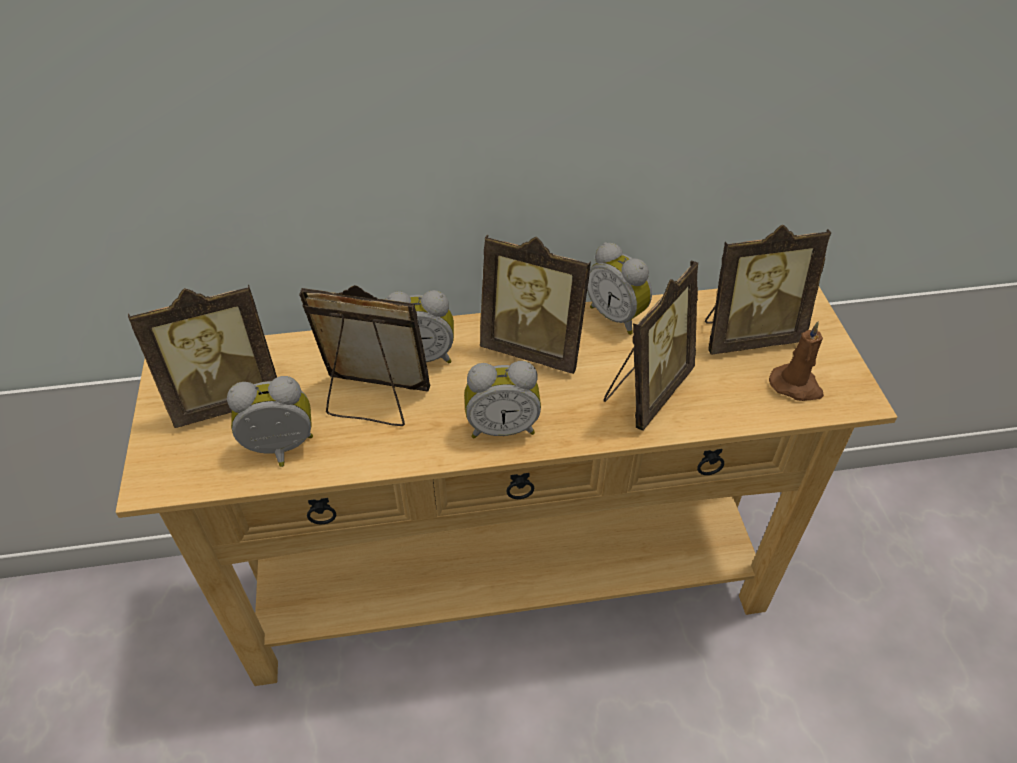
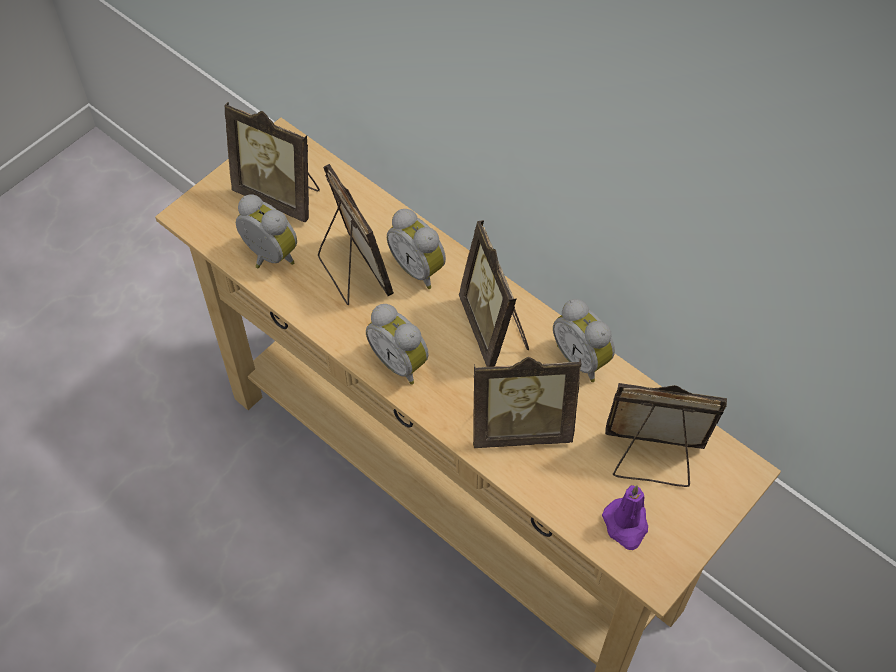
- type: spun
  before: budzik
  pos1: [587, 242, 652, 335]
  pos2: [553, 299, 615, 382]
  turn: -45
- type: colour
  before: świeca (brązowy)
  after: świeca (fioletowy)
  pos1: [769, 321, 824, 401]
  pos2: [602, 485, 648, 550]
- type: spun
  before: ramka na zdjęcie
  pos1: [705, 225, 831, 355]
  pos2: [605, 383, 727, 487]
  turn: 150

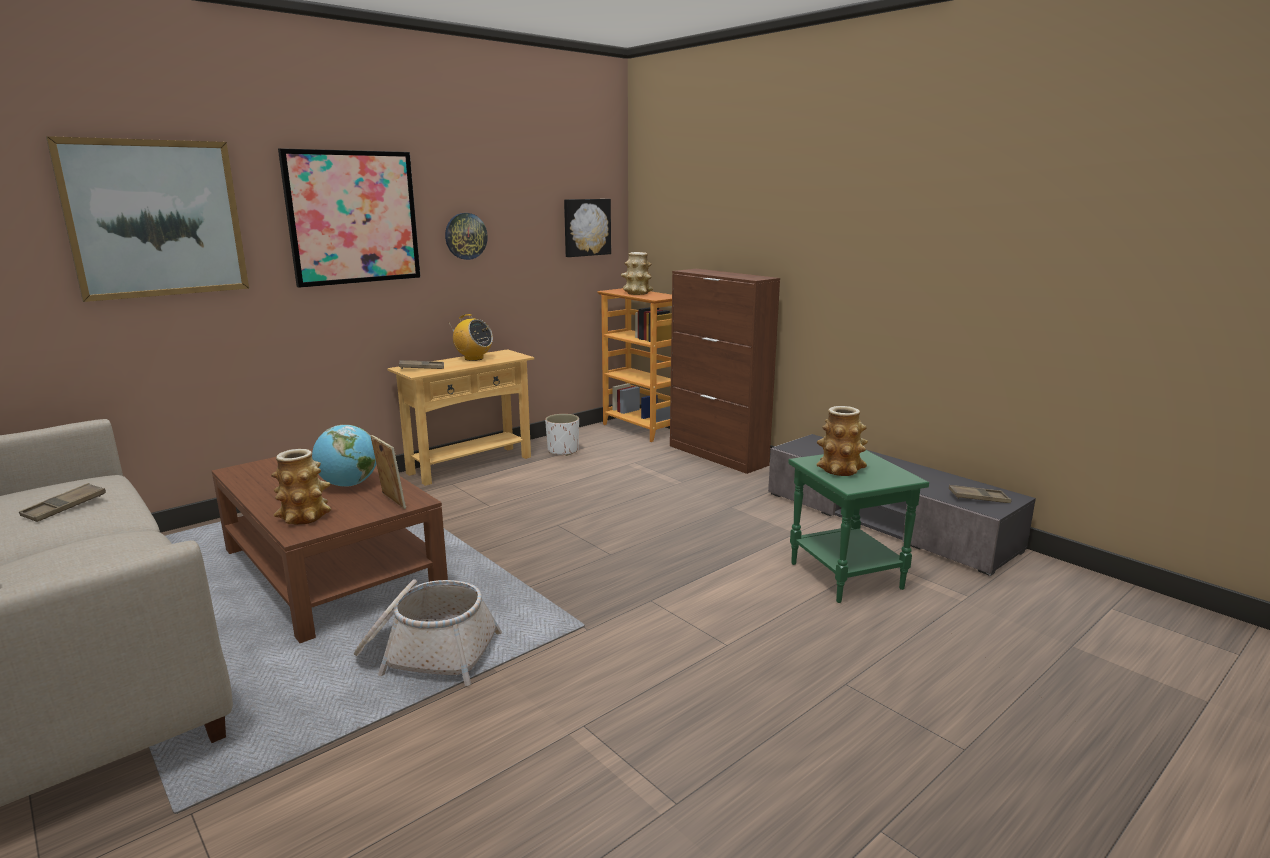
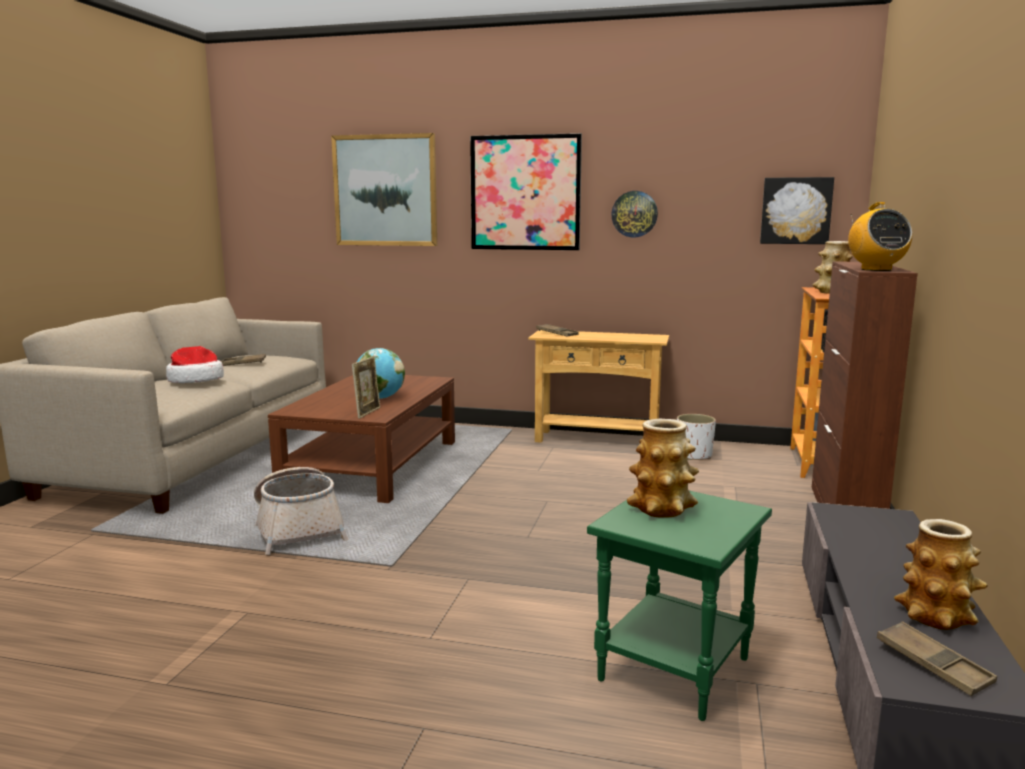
- type: appeared
  after: kapelusz
  pos2: [166, 346, 224, 383]
- type: relocated
  before: radio
  pos1: [449, 314, 493, 361]
  pos2: [848, 202, 912, 271]
- type: relocated
  before: wazon
  pos1: [271, 449, 331, 525]
  pos2: [894, 519, 988, 630]

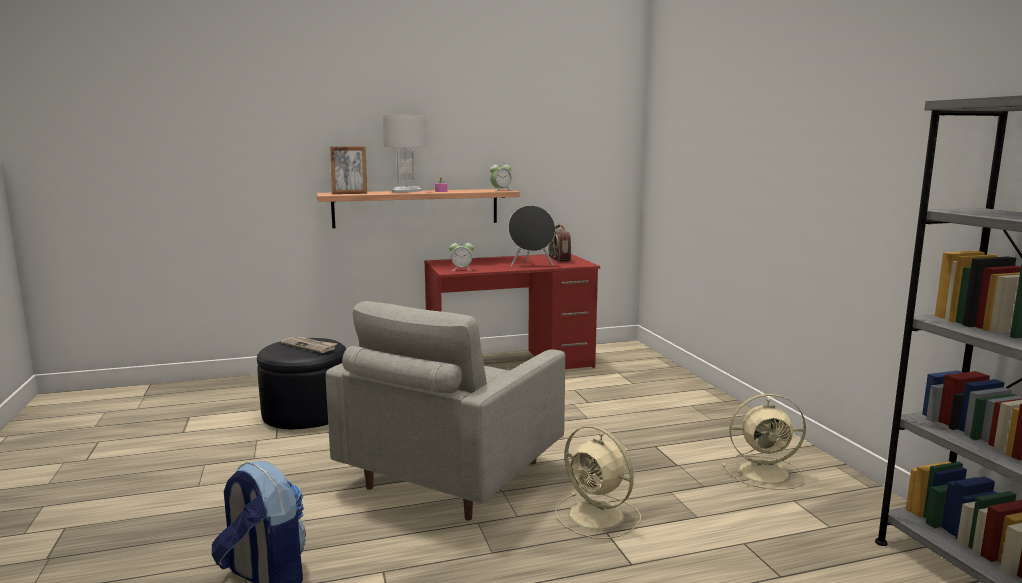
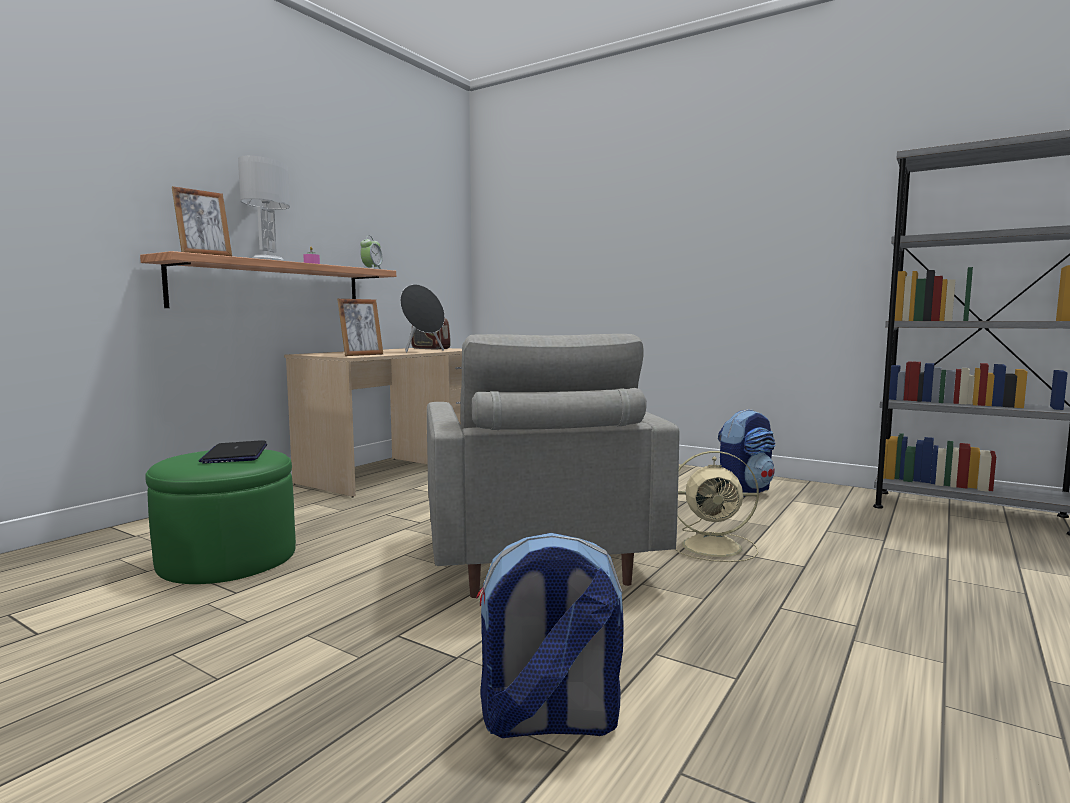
- type: colour
  before: pufa (czarny)
  after: pufa (zielony)
  pos1: [257, 338, 346, 429]
  pos2: [145, 449, 296, 584]
- type: exchanged
  before: gazeta
  after: laptop
  pos1: [281, 337, 337, 353]
  pos2: [199, 440, 267, 464]
- type: colour
  before: biurko (czerwony)
  after: biurko (beżowy)
  pos1: [424, 254, 600, 369]
  pos2: [284, 348, 462, 497]
- type: exchanged
  before: budzik
  after: ramka na zdjęcie
  pos1: [449, 239, 474, 271]
  pos2: [337, 299, 383, 356]
- type: exchanged
  before: wentylator (beżowy)
  after: plecak
  pos1: [722, 394, 806, 490]
  pos2: [718, 409, 776, 497]

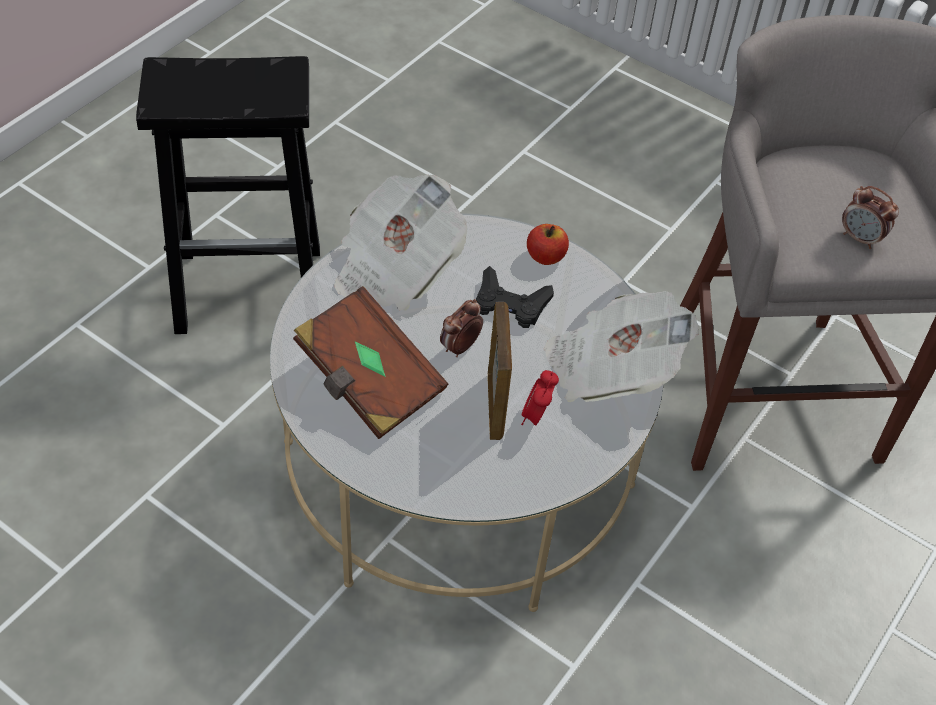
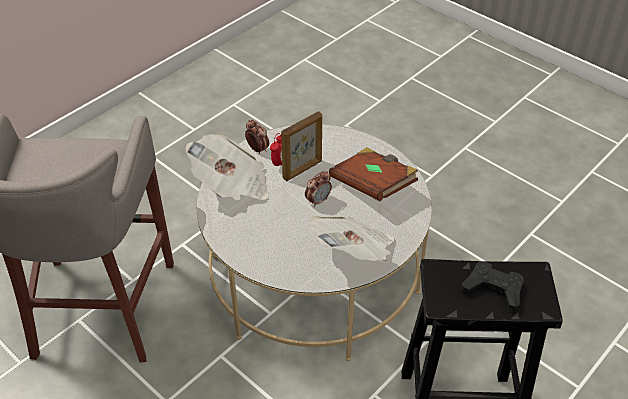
- type: relocated
  before: budzik
  pos1: [842, 186, 899, 249]
  pos2: [245, 120, 269, 153]
- type: spun
  before: ramka na zdjęcie
  pos1: [487, 302, 512, 440]
  pos2: [281, 111, 322, 181]
  turn: -135
- type: relocated
  before: pad do gier (czarny)
  pos1: [476, 266, 554, 328]
  pos2: [461, 261, 524, 311]
- type: missing
  before: jabłko
  pos1: [527, 224, 569, 265]

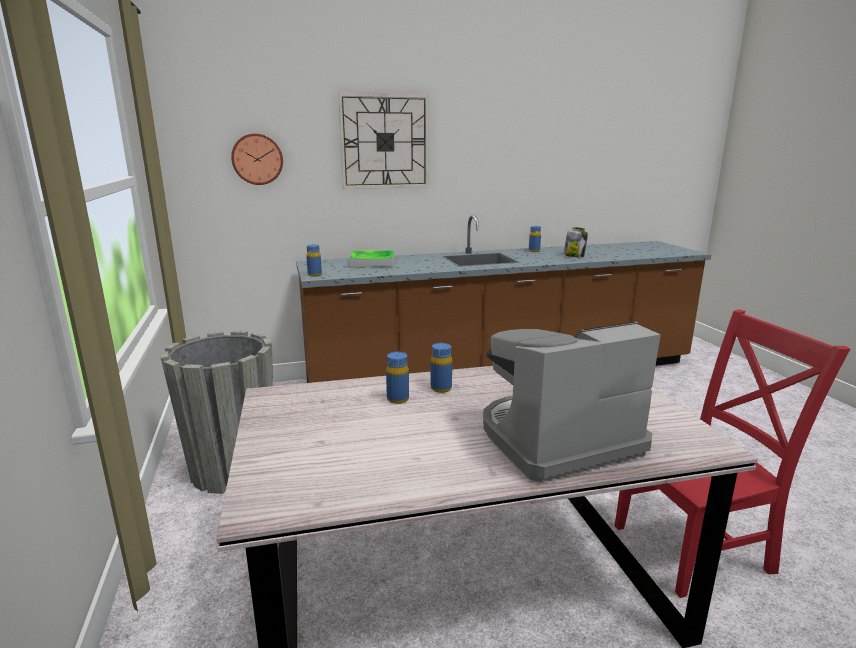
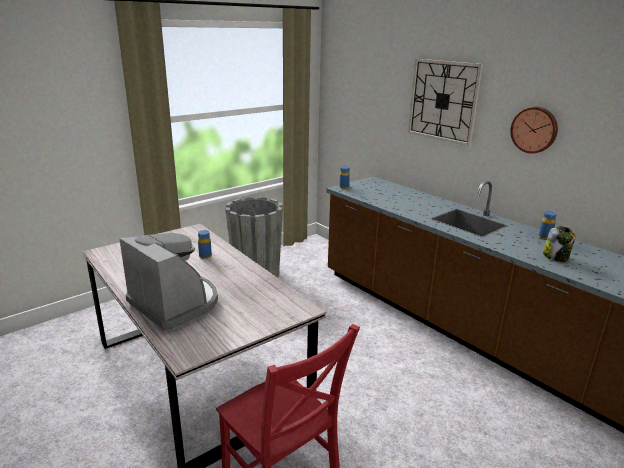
- type: relocated
  before: zegar ścienny
  pos1: [231, 133, 283, 185]
  pos2: [510, 107, 558, 153]
- type: missing
  before: taca
  pos1: [349, 250, 394, 267]
- type: missing
  before: butelka (niebieski)
  pos1: [431, 343, 452, 393]

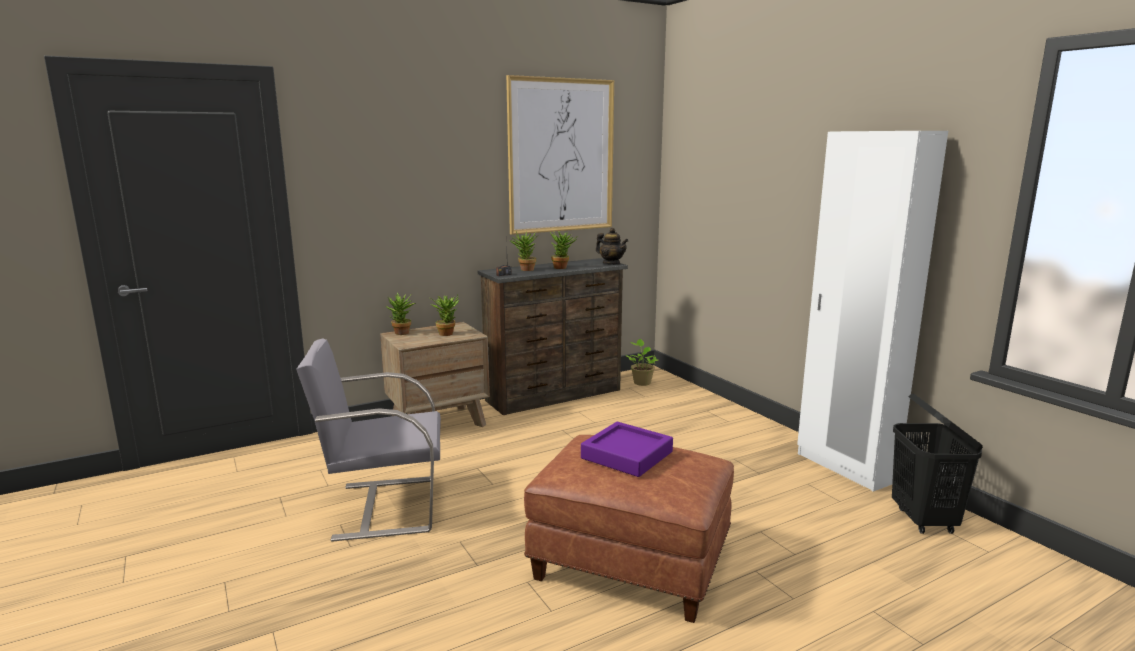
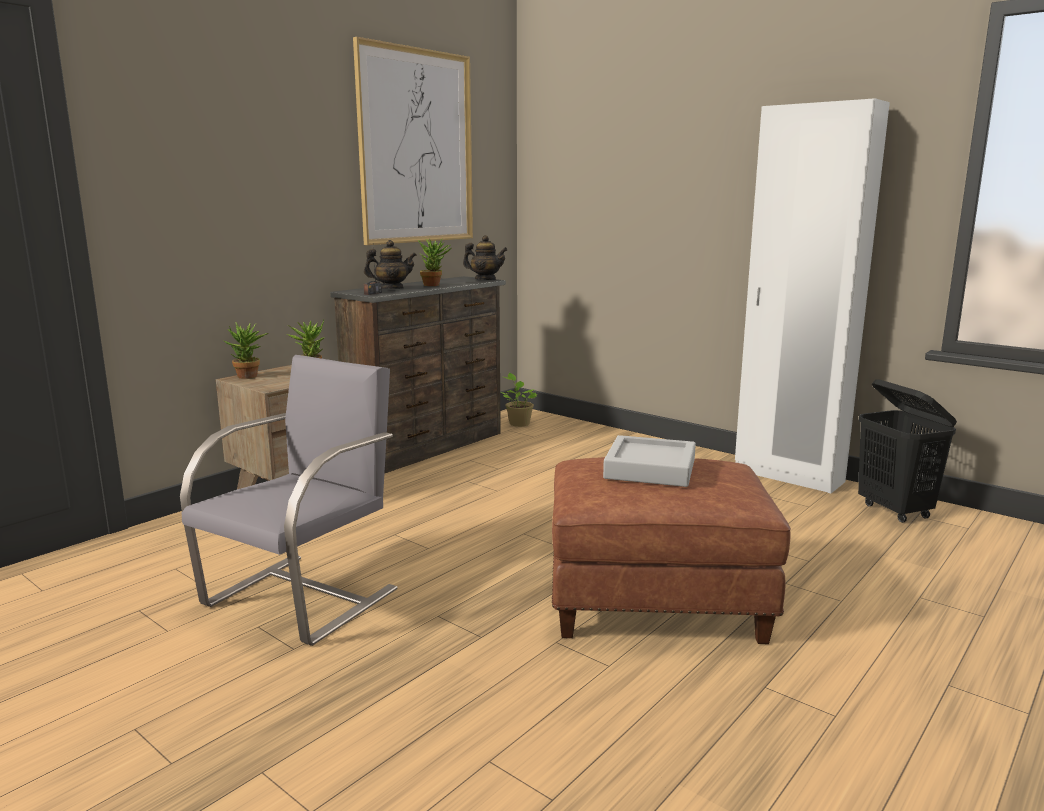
- type: spun
  before: krzesło (szary)
  pos1: [296, 338, 441, 542]
  pos2: [180, 355, 398, 646]
  turn: 150
- type: exchanged
  before: roślina doniczkowa
  after: imbryk
  pos1: [510, 232, 539, 271]
  pos2: [364, 240, 417, 289]
- type: colour
  before: taca (fioletowy)
  after: taca (szary)
  pos1: [581, 422, 673, 477]
  pos2: [603, 435, 696, 487]

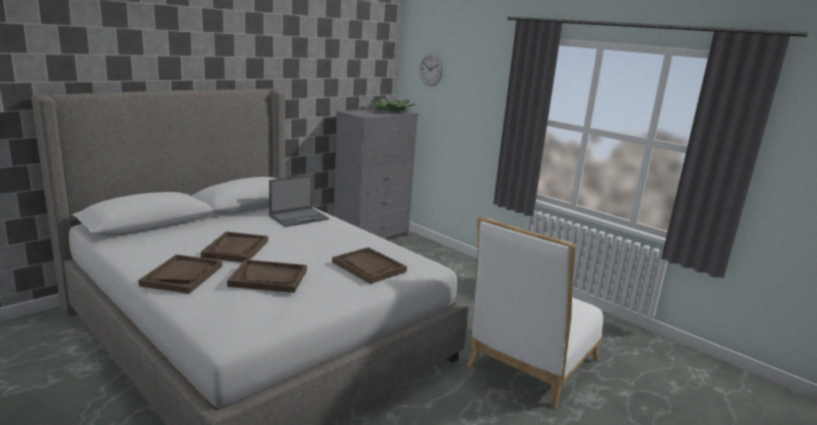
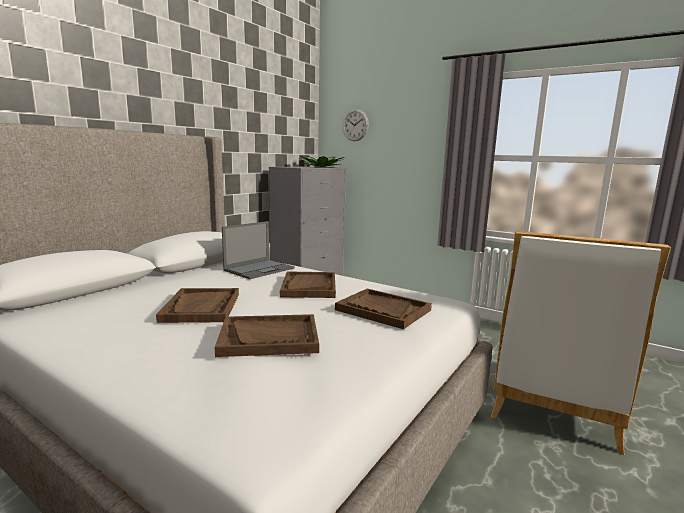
- type: relocated
  before: taca (brązowy)
  pos1: [138, 254, 222, 294]
  pos2: [280, 271, 336, 298]

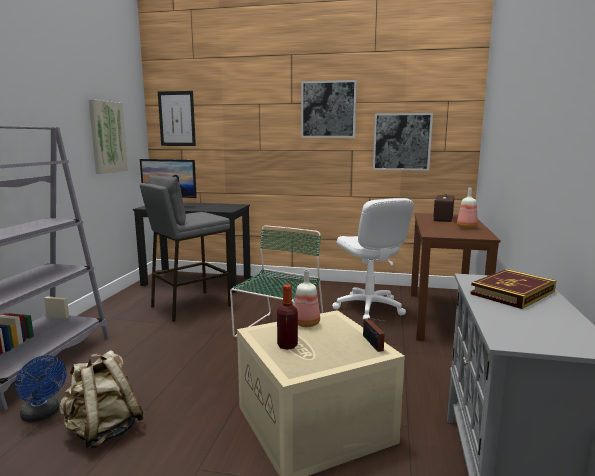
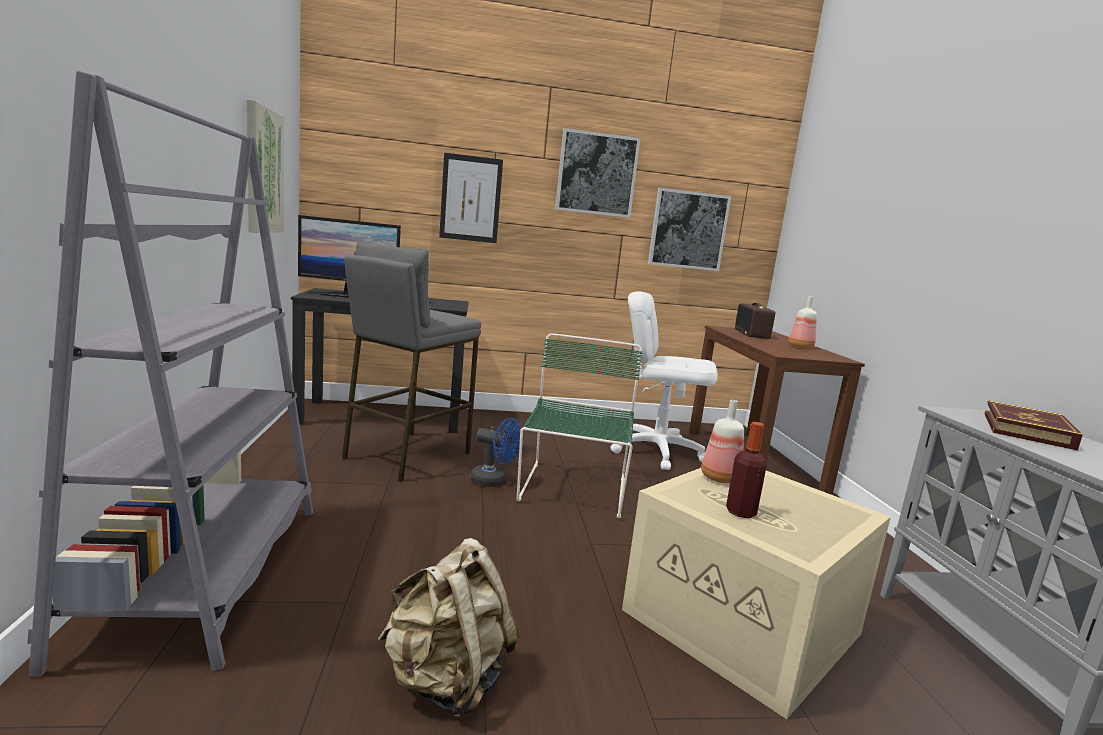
- type: relocated
  before: obraz
  pos1: [158, 91, 196, 146]
  pos2: [439, 153, 503, 243]
- type: relocated
  before: wentylator (niebieski)
  pos1: [15, 355, 67, 423]
  pos2: [470, 418, 521, 487]
- type: spun
  before: krzesło biurowe (biały)
  pos1: [332, 198, 414, 321]
  pos2: [610, 291, 718, 470]
  turn: 150
- type: missing
  before: radio
  pos1: [363, 318, 386, 352]

